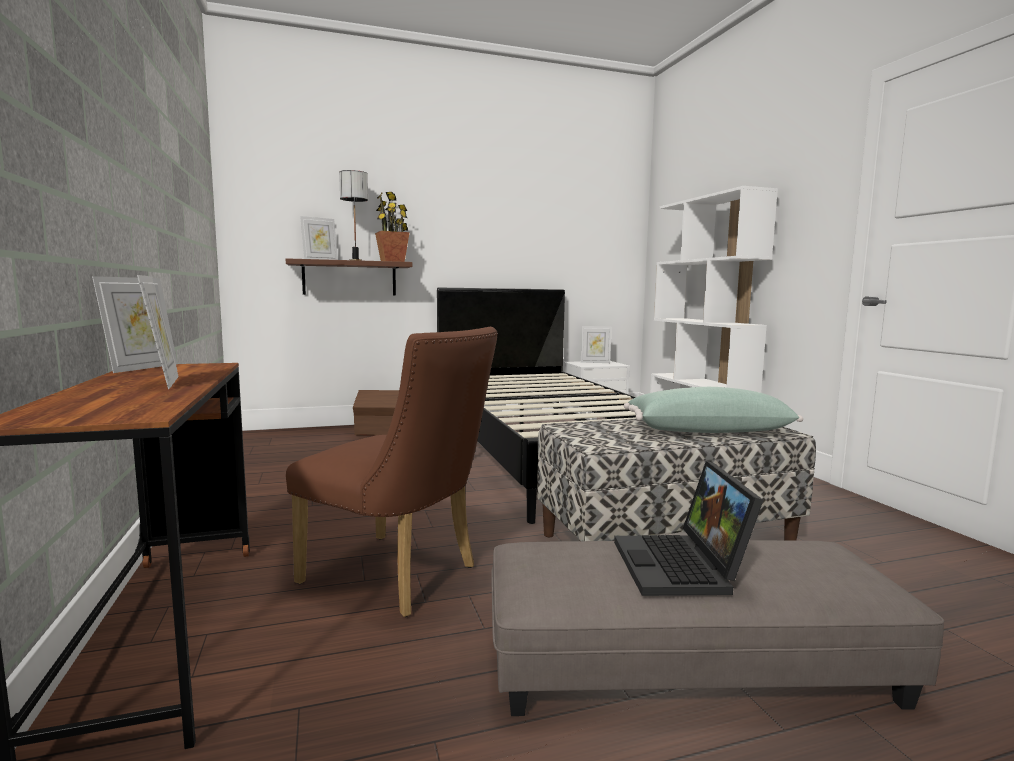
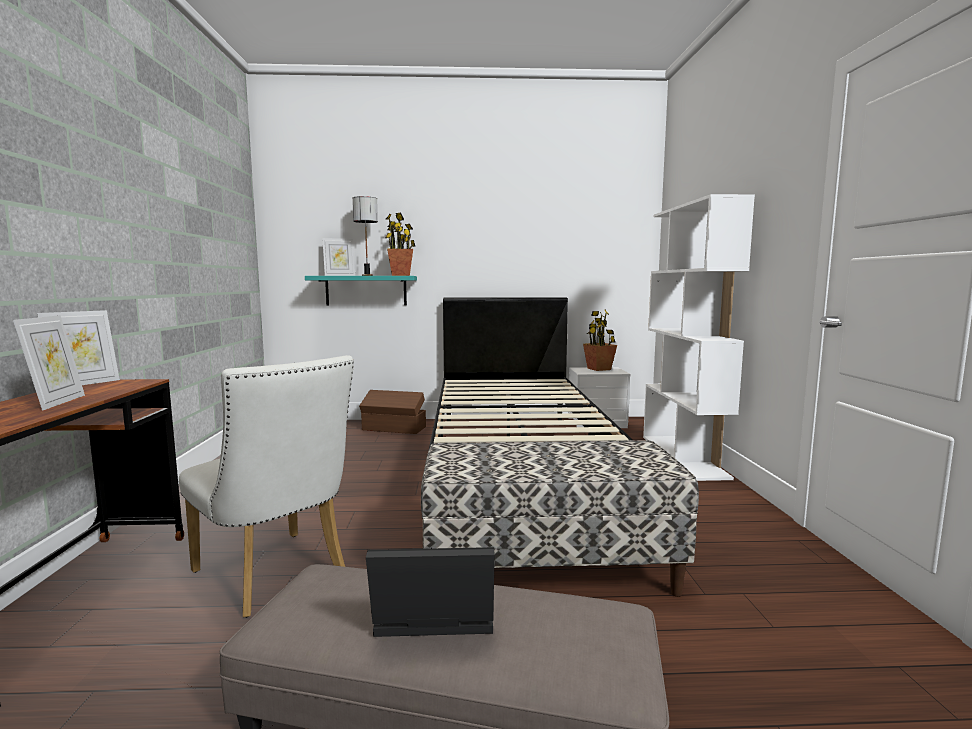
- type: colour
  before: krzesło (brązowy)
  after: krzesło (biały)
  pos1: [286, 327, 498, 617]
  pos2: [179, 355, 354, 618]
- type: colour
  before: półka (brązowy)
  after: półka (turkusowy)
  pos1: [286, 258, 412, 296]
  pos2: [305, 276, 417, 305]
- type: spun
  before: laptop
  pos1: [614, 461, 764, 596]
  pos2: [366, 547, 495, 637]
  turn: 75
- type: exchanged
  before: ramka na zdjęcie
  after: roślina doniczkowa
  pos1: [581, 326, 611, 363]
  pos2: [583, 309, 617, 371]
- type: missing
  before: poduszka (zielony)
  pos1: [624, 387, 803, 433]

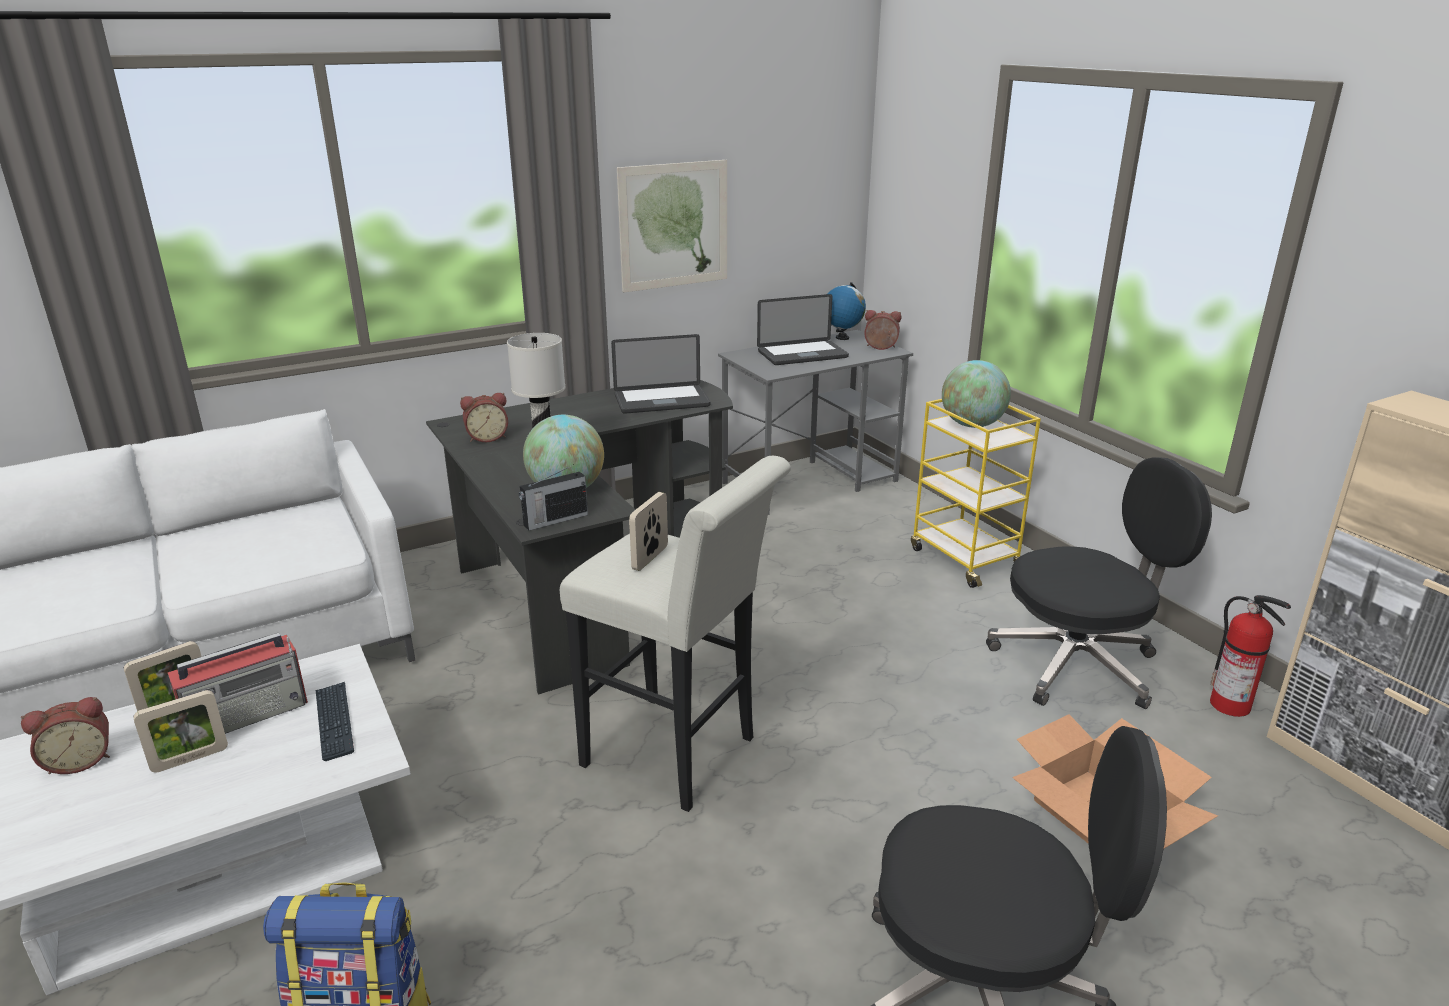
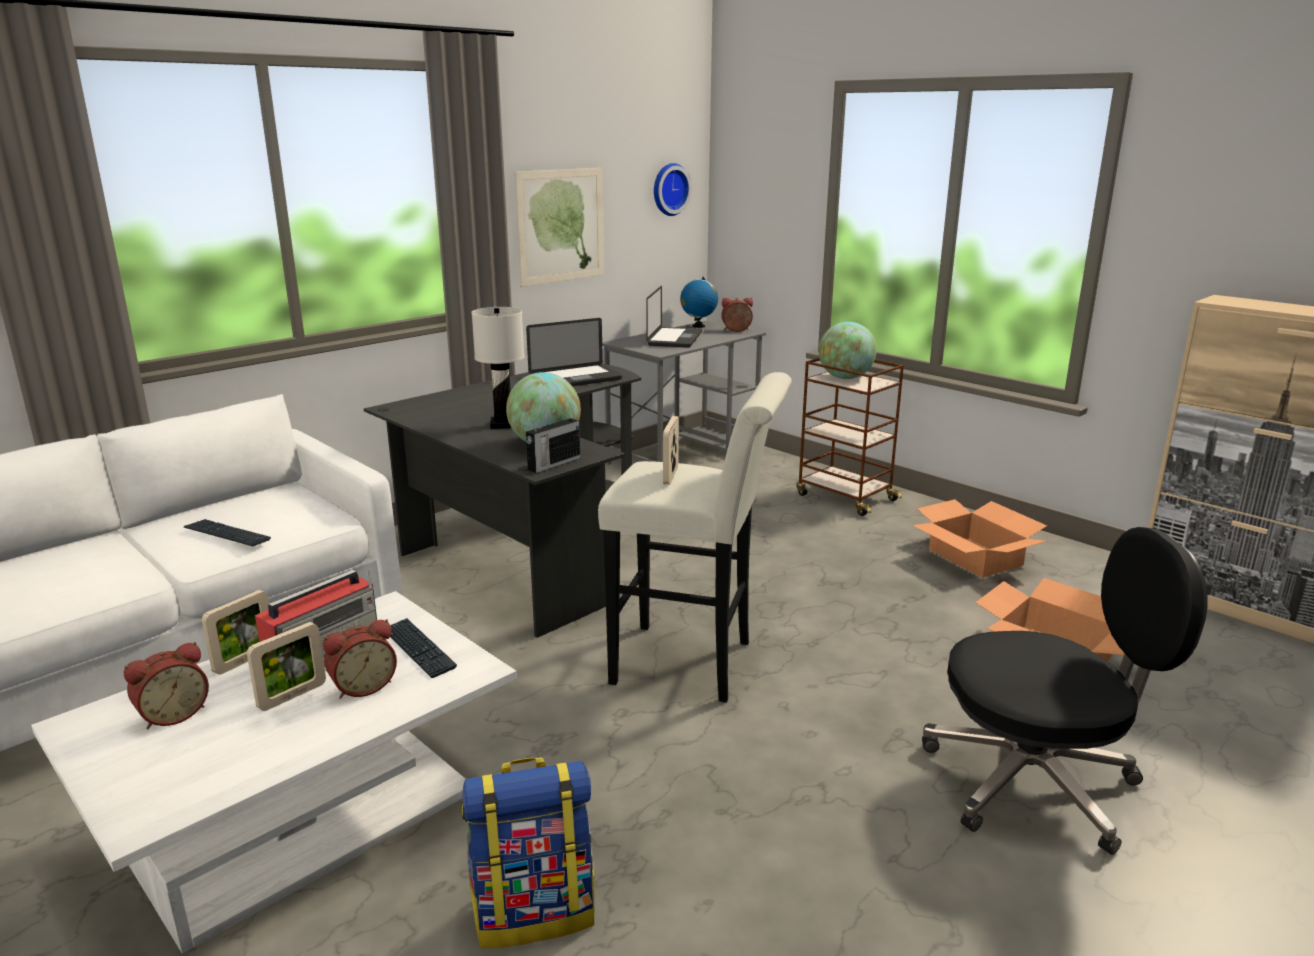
- type: appeared
  after: klawiatura
  pos2: [184, 519, 271, 546]
- type: relocated
  before: budzik
  pos1: [460, 393, 508, 442]
  pos2: [323, 619, 397, 699]
- type: spun
  before: laptop
  pos1: [757, 294, 849, 365]
  pos2: [646, 286, 702, 348]
  turn: -45
- type: appeared
  after: zegar ścienny
  pos2: [654, 163, 692, 216]
- type: colour
  before: wózek (żółty)
  after: wózek (brązowy)
  pos1: [911, 399, 1041, 588]
  pos2: [796, 358, 904, 516]
- type: exchanged
  before: krzesło biurowe (czarny)
  after: karton
  pos1: [986, 457, 1212, 709]
  pos2: [912, 499, 1047, 578]
- type: missing
  before: gaśnica
  pos1: [1210, 595, 1291, 717]

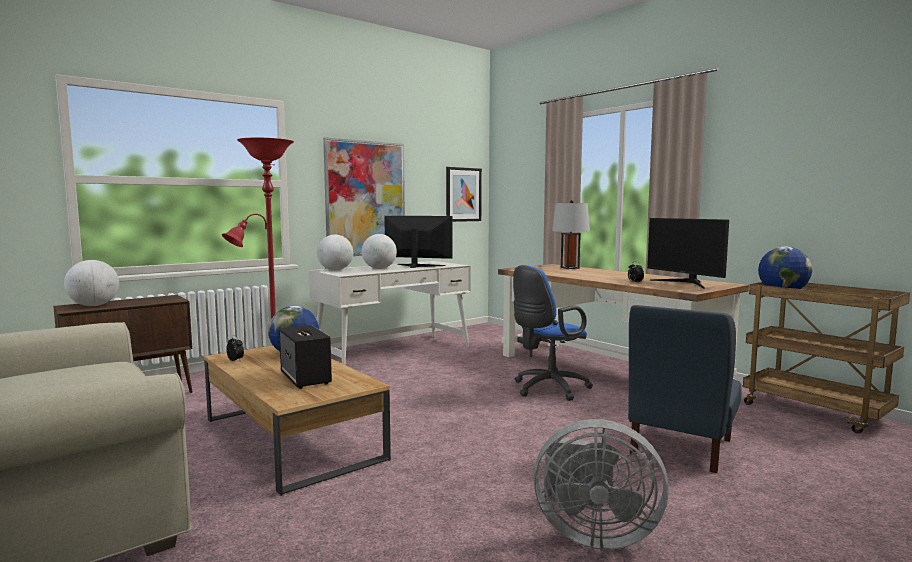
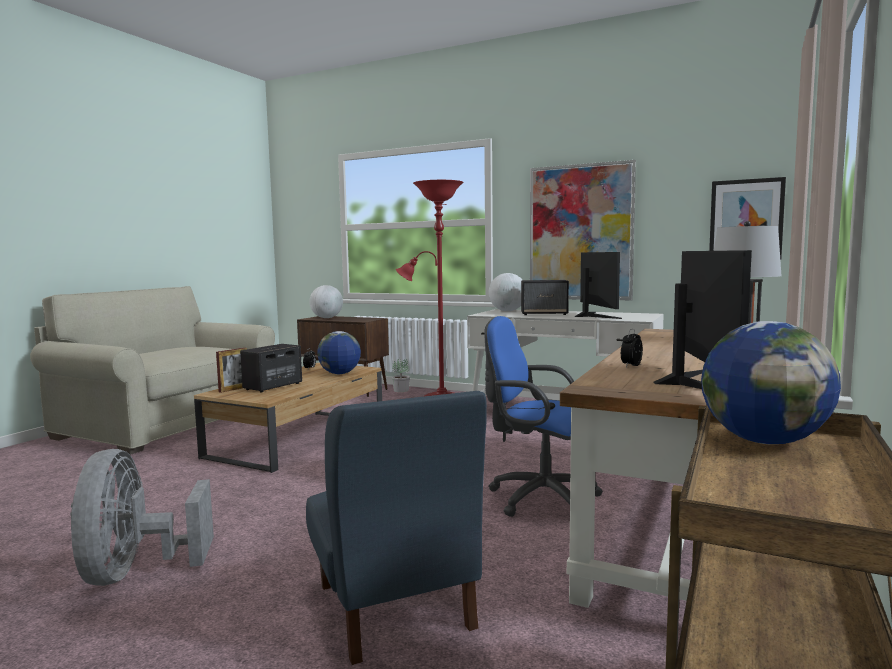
- type: appeared
  after: ramka na zdjęcie
  pos2: [216, 348, 247, 393]
- type: spun
  before: krzesło (niebieski)
  pos1: [628, 305, 742, 473]
  pos2: [306, 391, 487, 665]
  turn: -120
- type: appeared
  after: roślina doniczkowa
  pos2: [392, 359, 410, 392]
- type: exchanged
  before: globus
  after: głośnik
  pos1: [362, 234, 397, 269]
  pos2: [521, 280, 569, 315]
- type: spun
  before: monitor
  pos1: [647, 218, 729, 289]
  pos2: [653, 250, 752, 389]
  turn: 150

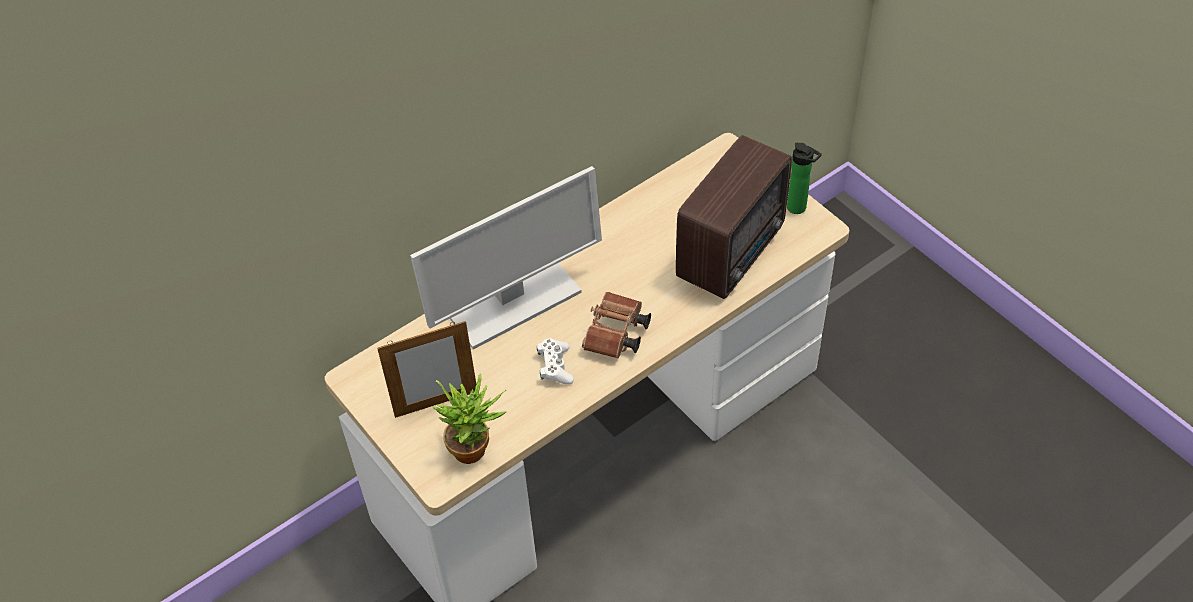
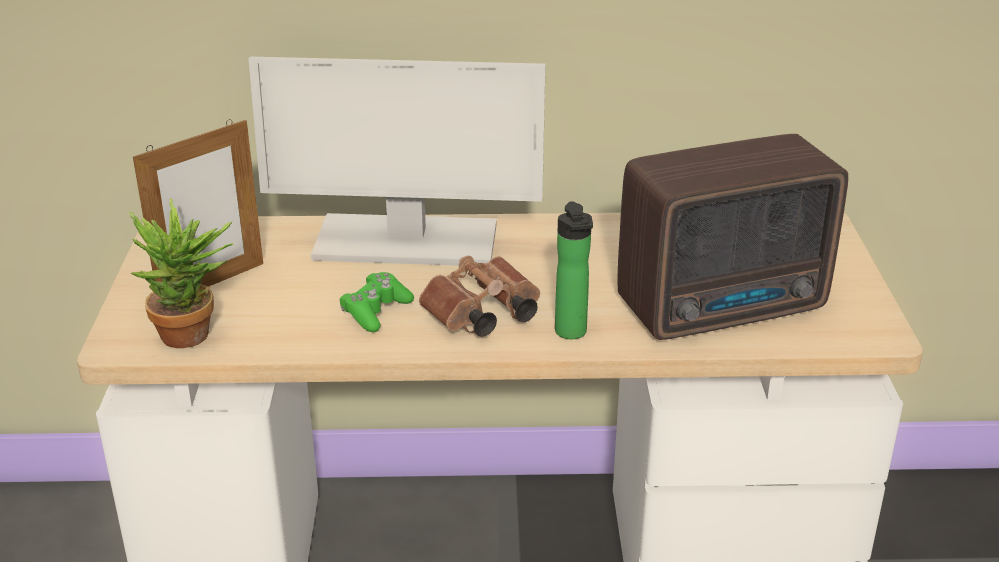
- type: spun
  before: ramka na zdjęcie
  pos1: [377, 321, 476, 418]
  pos2: [133, 119, 263, 287]
  turn: -60
- type: colour
  before: pad do gier (biały)
  after: pad do gier (zielony)
  pos1: [537, 339, 574, 384]
  pos2: [340, 272, 414, 332]
- type: relocated
  before: butelka
  pos1: [787, 143, 822, 214]
  pos2: [555, 201, 593, 339]

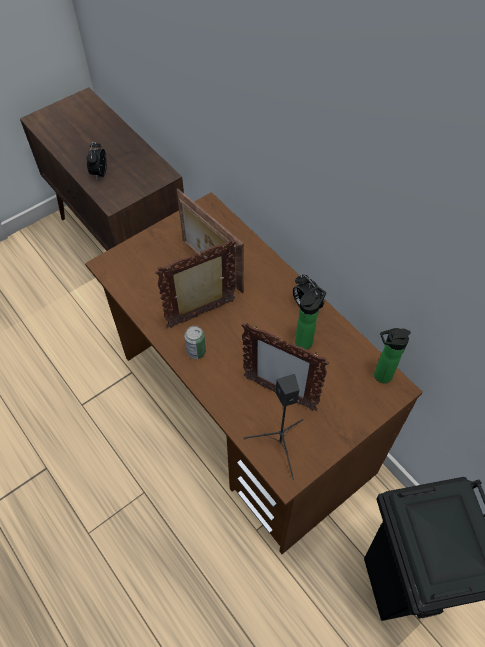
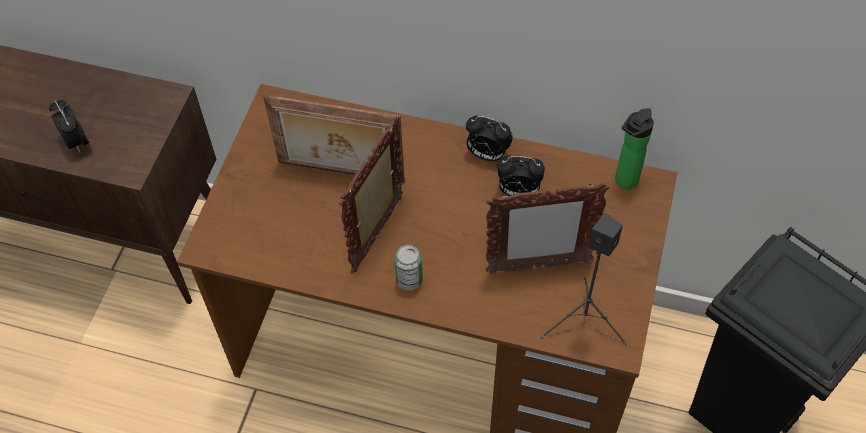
- type: exchanged
  before: butelka
  after: budzik
  pos1: [295, 286, 326, 349]
  pos2: [497, 156, 545, 196]

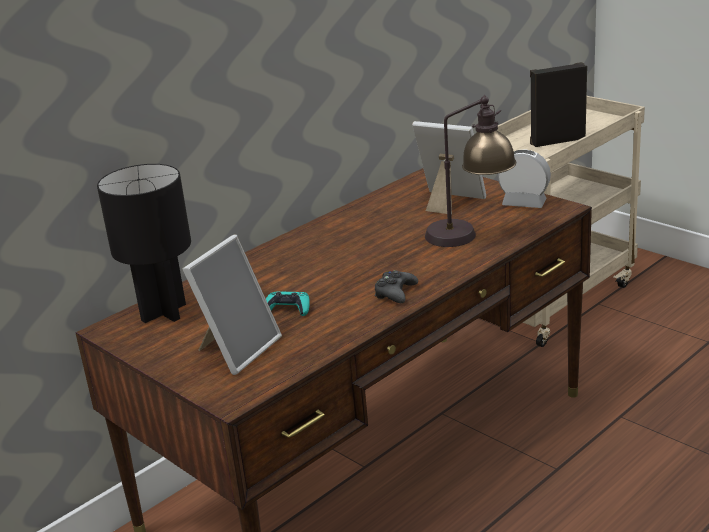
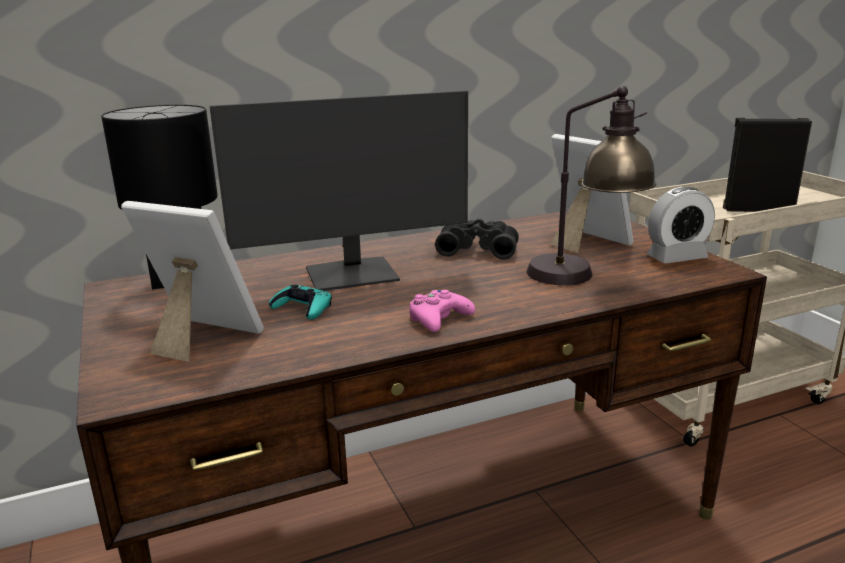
- type: spun
  before: ramka na zdjęcie
  pos1: [183, 234, 282, 375]
  pos2: [121, 201, 264, 362]
  turn: -120
- type: appeared
  after: monitor
  pos2: [210, 91, 468, 291]
- type: colour
  before: pad do gier (czarny)
  after: pad do gier (różowy)
  pos1: [375, 270, 418, 303]
  pos2: [409, 289, 475, 332]
- type: appeared
  after: lornetka (czarny)
  pos2: [435, 218, 519, 260]
- type: spun
  before: budzik
  pos1: [498, 149, 551, 208]
  pos2: [647, 187, 715, 263]
  turn: 120

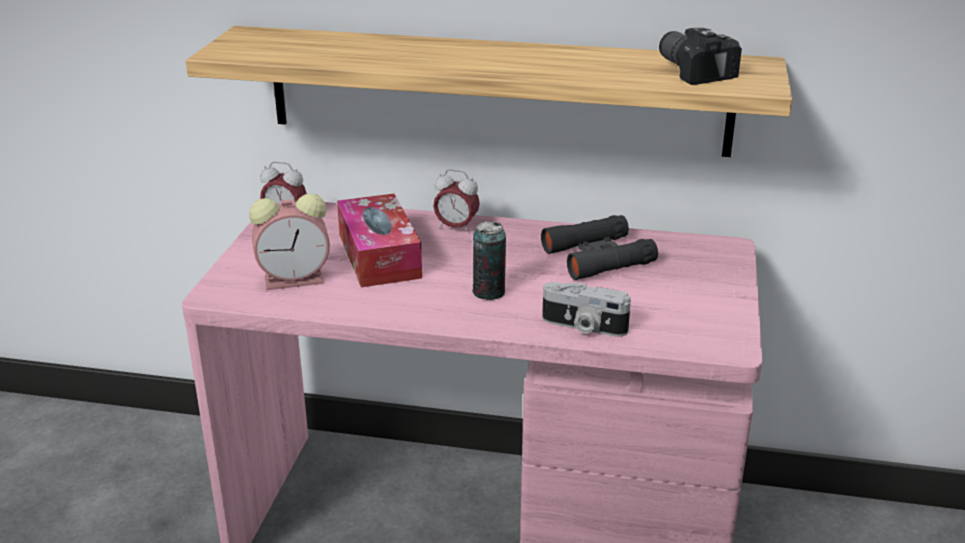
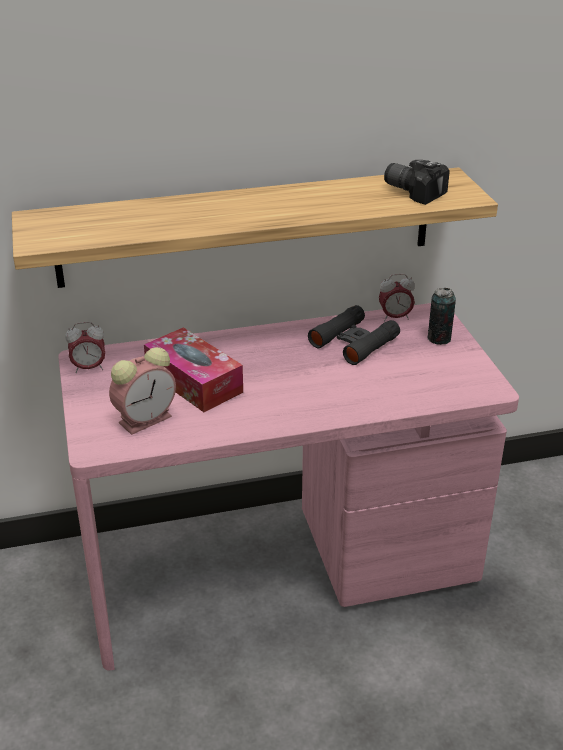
- type: relocated
  before: budzik
  pos1: [433, 169, 480, 233]
  pos2: [379, 274, 415, 321]
- type: relocated
  before: puszka
  pos1: [472, 221, 506, 300]
  pos2: [428, 288, 456, 345]
- type: missing
  before: aparat fotograficzny
  pos1: [542, 282, 631, 337]

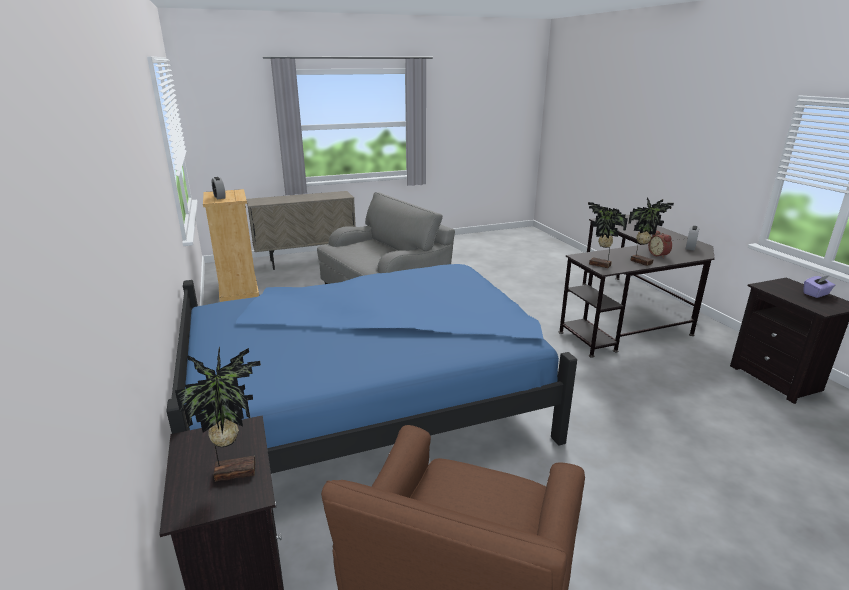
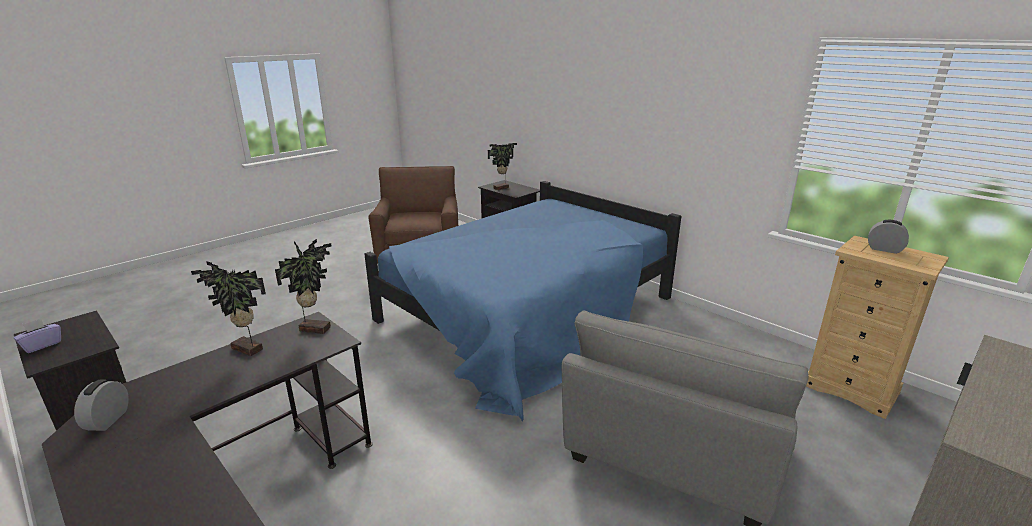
- type: missing
  before: budzik
  pos1: [648, 231, 672, 258]

